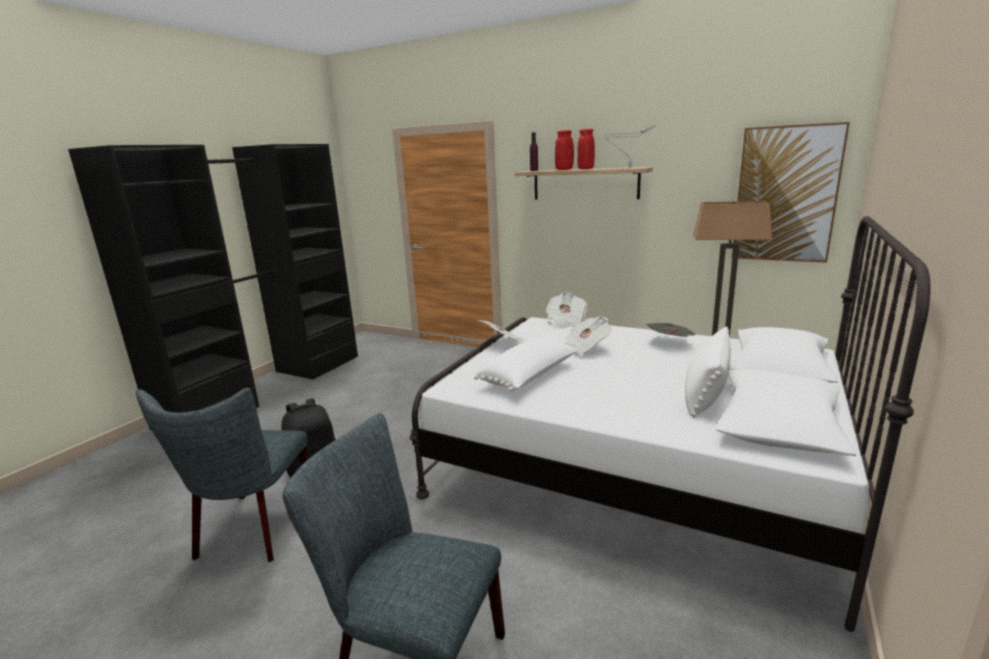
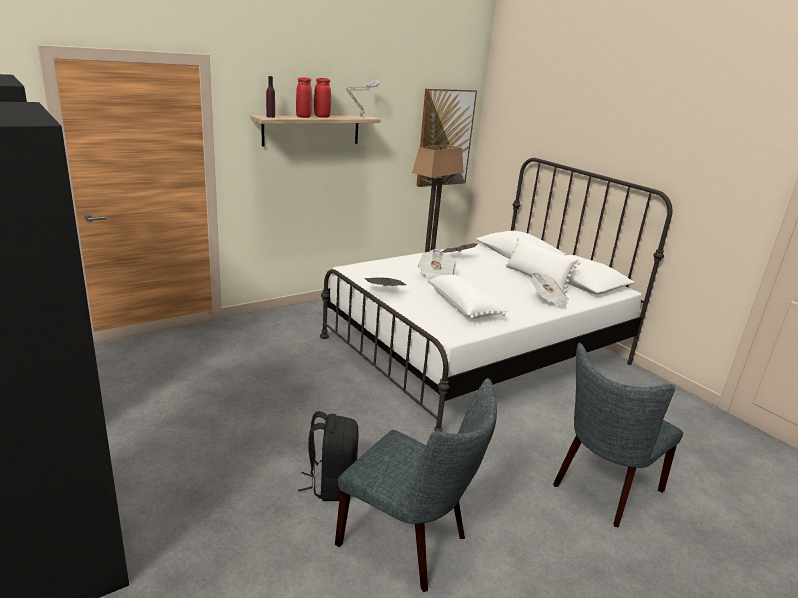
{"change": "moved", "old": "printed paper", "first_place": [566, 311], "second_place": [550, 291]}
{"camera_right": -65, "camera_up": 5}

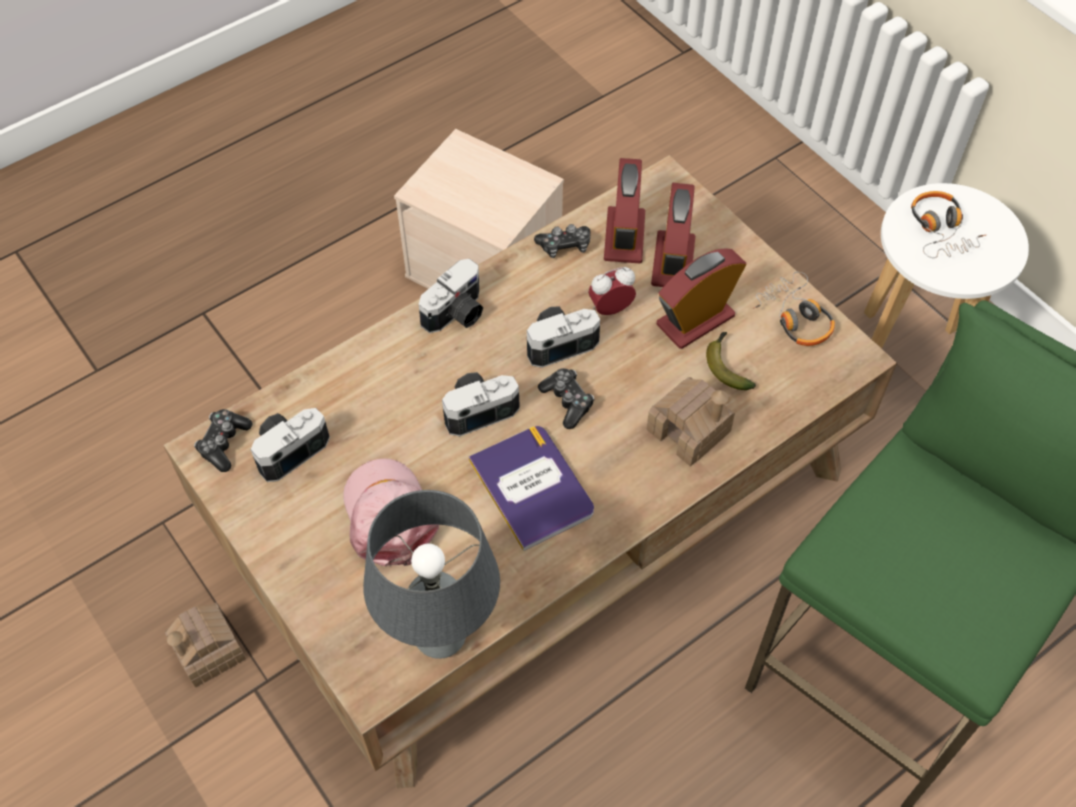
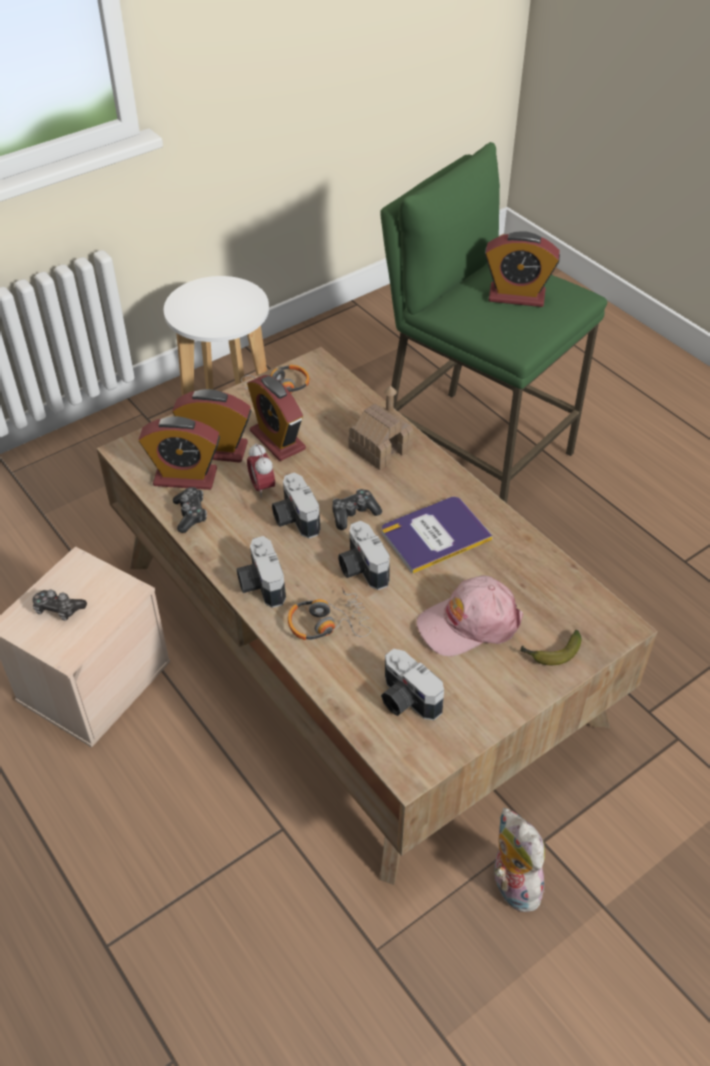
{"change": "moved", "old": "joypad", "first_place": [223, 440], "second_place": [60, 605]}
{"change": "turned", "old": "photo camera", "first_place": [451, 296], "second_place": [261, 572], "degrees": -150}
{"change": "moved", "old": "headset", "first_place": [948, 224], "second_place": [329, 613]}
{"change": "added", "new": "table clock", "second_place": [522, 269]}
{"change": "replaced", "old": "toy house", "new": "cuddly toy", "first_place": [205, 645], "second_place": [520, 860]}
{"change": "moved", "old": "whole banana", "first_place": [731, 361], "second_place": [550, 647]}
{"change": "removed", "old": "greyish table lamp", "first_place": [431, 574]}
{"camera_right": -90, "camera_up": -10}

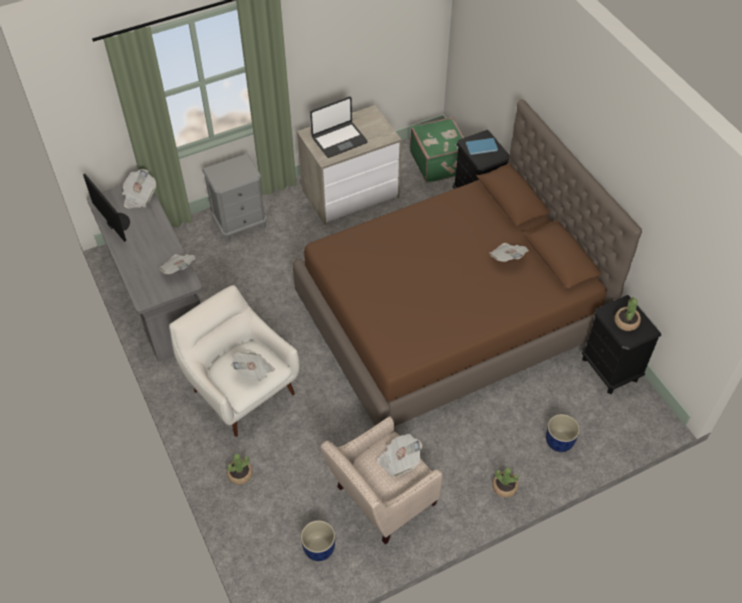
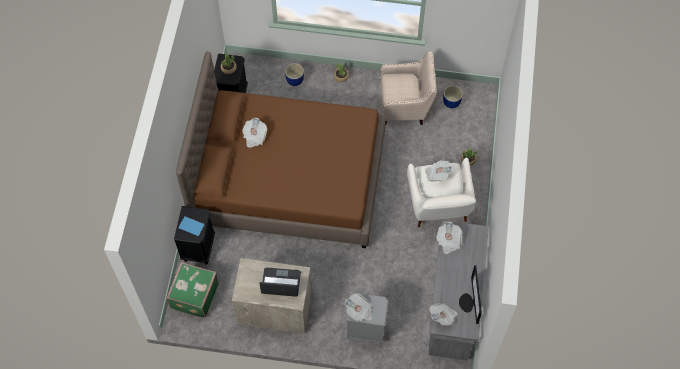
{"change": "moved", "old": "printed paper", "first_place": [400, 456], "second_place": [358, 307]}
{"camera_right": -145, "camera_up": 10}

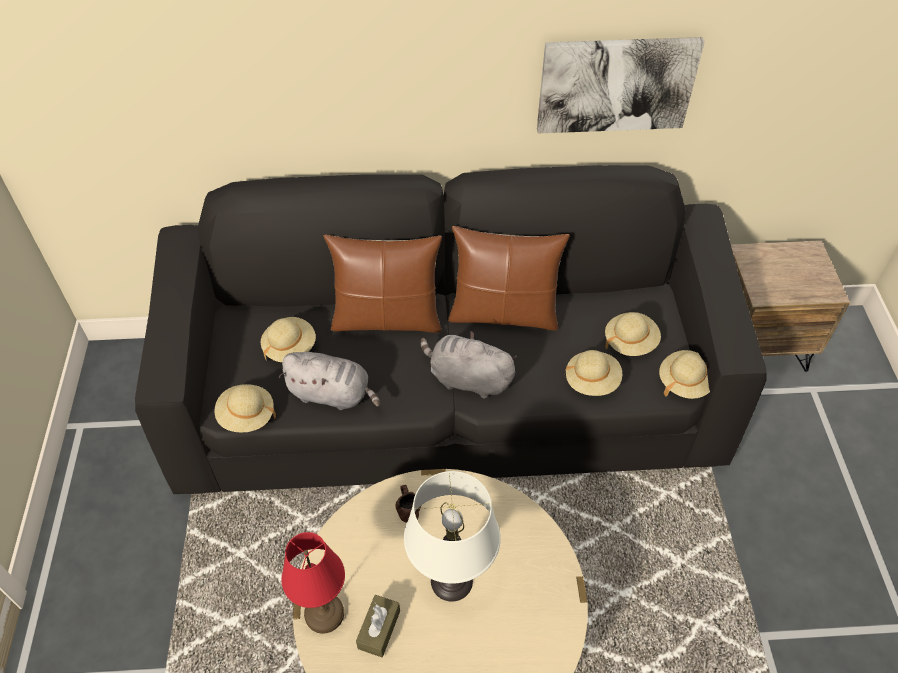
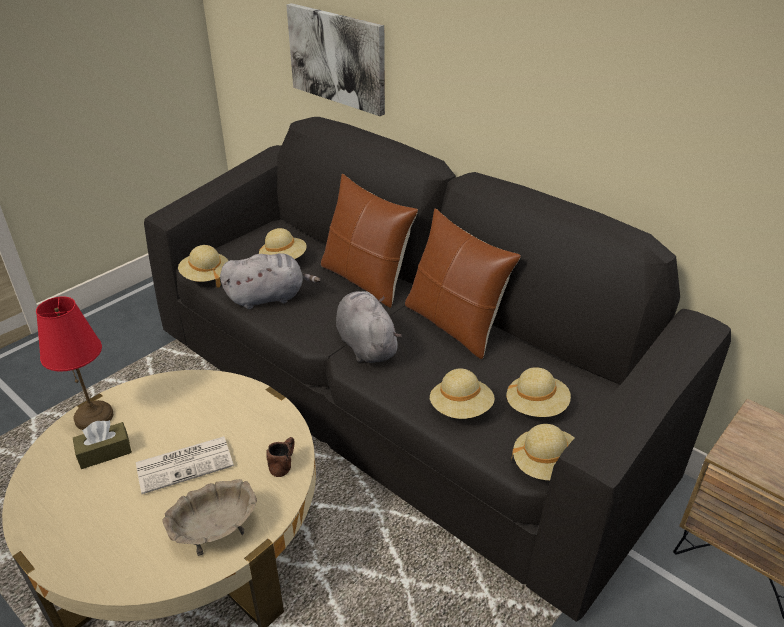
{"change": "replaced", "old": "white-coloured table lamp", "new": "printed paper", "first_place": [452, 536], "second_place": [185, 465]}
{"change": "added", "new": "beige bowl", "second_place": [209, 517]}
{"change": "turned", "old": "greyish cuddly toy", "first_place": [330, 381], "second_place": [270, 281], "degrees": -75}
{"change": "moved", "old": "brown-coloured coffee mug", "first_place": [408, 504], "second_place": [280, 457]}
{"change": "moved", "old": "wall art", "first_place": [621, 85], "second_place": [335, 59]}
{"camera_right": 45, "camera_up": -15}

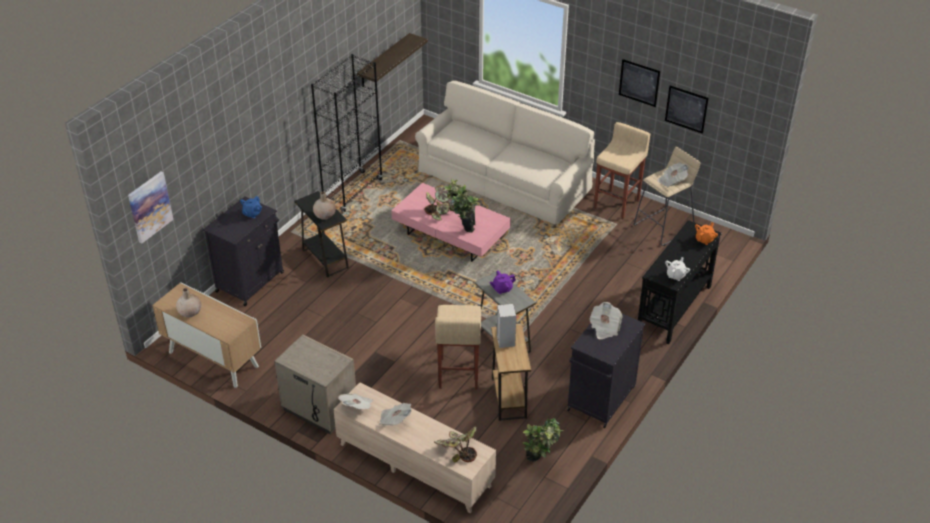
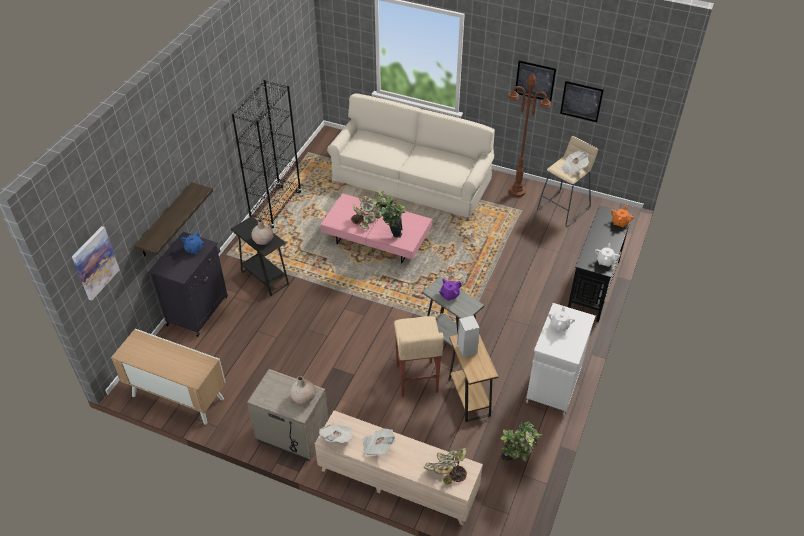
{"change": "moved", "old": "shelf", "first_place": [392, 60], "second_place": [173, 219]}
{"change": "moved", "old": "beige vase", "first_place": [188, 303], "second_place": [303, 390]}
{"change": "replaced", "old": "beige sitting stool", "new": "brown-coloured standard lamp", "first_place": [622, 170], "second_place": [529, 135]}
{"change": "recoloured", "old": "blackish cupboard", "new": "white-coloured cupboard", "first_place": [606, 371], "second_place": [561, 359]}
{"change": "replaced", "old": "printed paper", "new": "white-coloured teapot", "first_place": [606, 320], "second_place": [561, 319]}
{"camera_right": -10, "camera_up": 5}

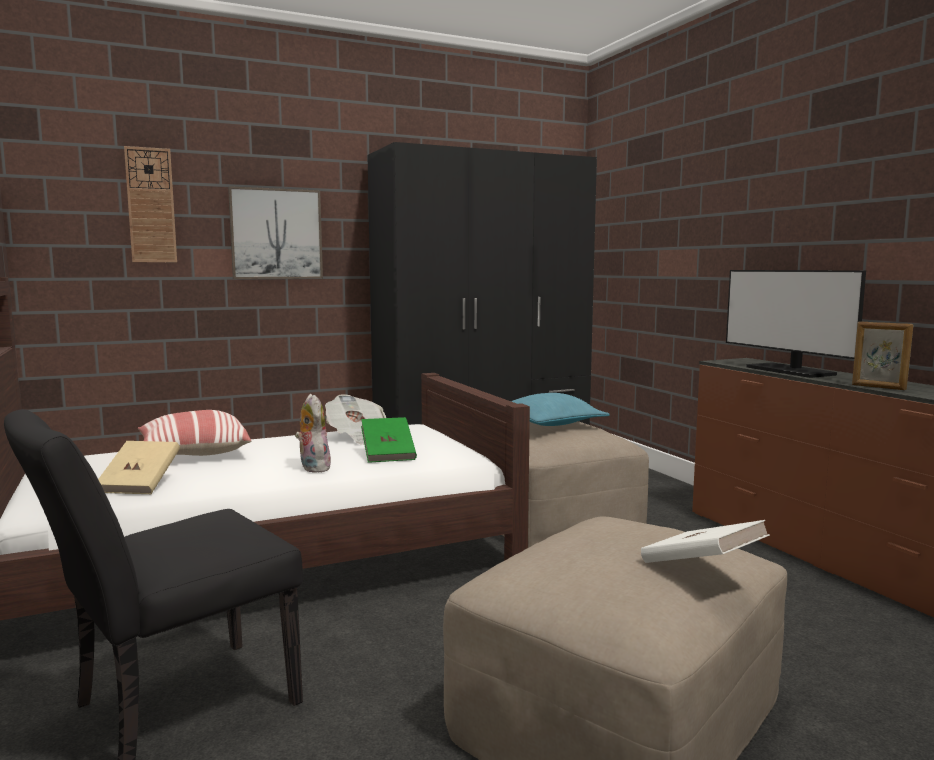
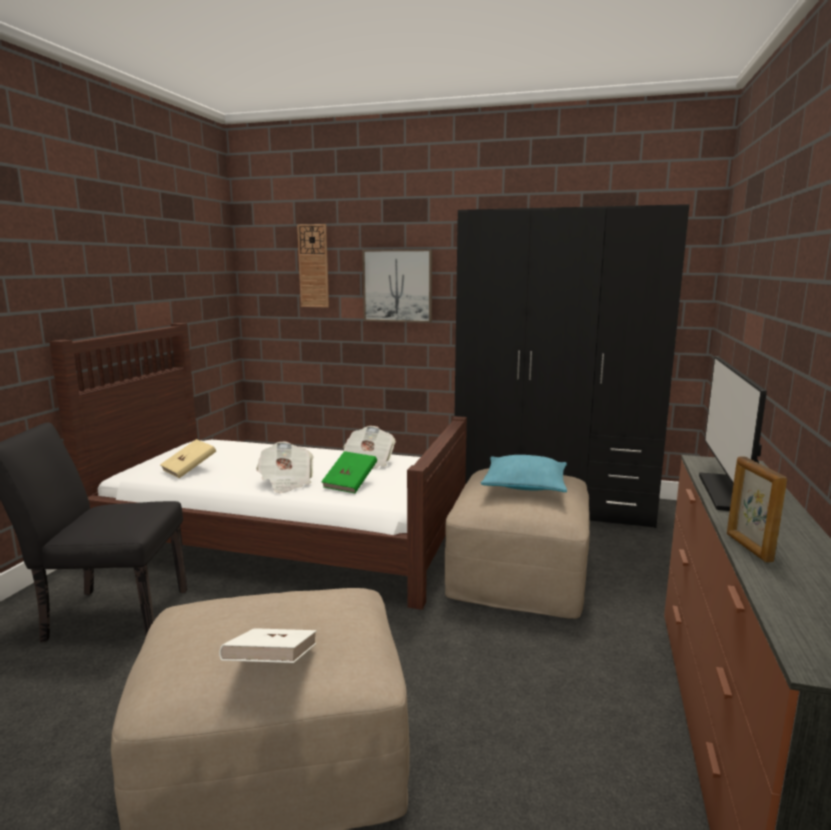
{"change": "replaced", "old": "cuddly toy", "new": "printed paper", "first_place": [313, 433], "second_place": [285, 467]}
{"change": "removed", "old": "cushion", "first_place": [194, 433]}
{"camera_right": 40, "camera_up": 5}

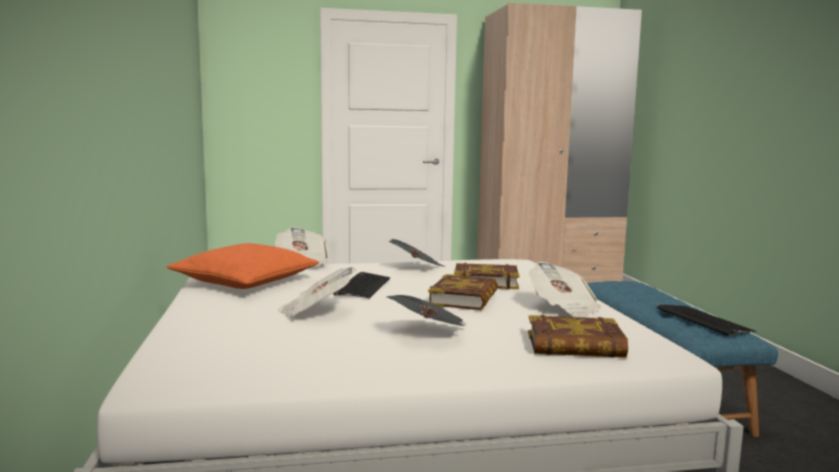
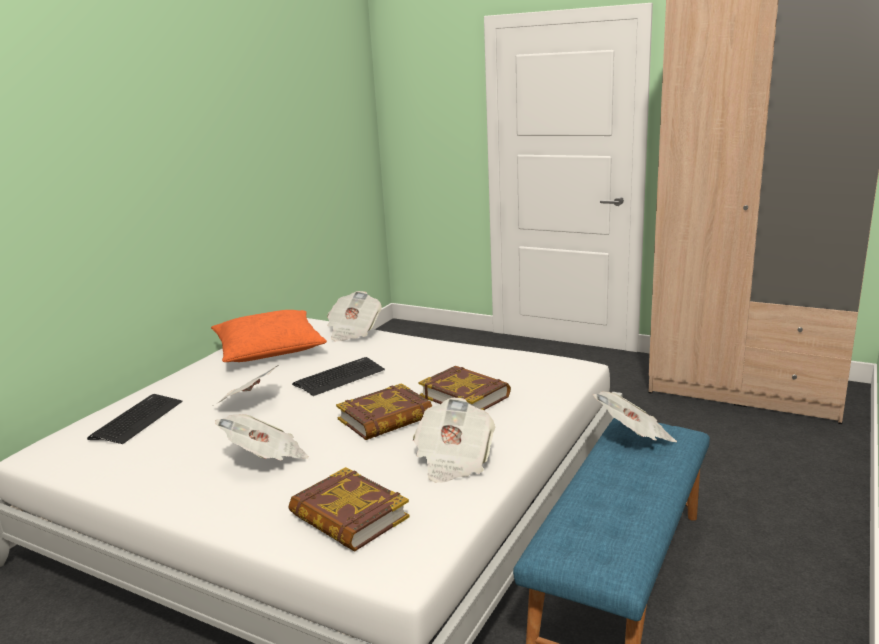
{"change": "moved", "old": "keyboard", "first_place": [706, 320], "second_place": [135, 419]}
{"change": "moved", "old": "printed paper", "first_place": [416, 252], "second_place": [635, 417]}
{"camera_right": 40, "camera_up": 10}

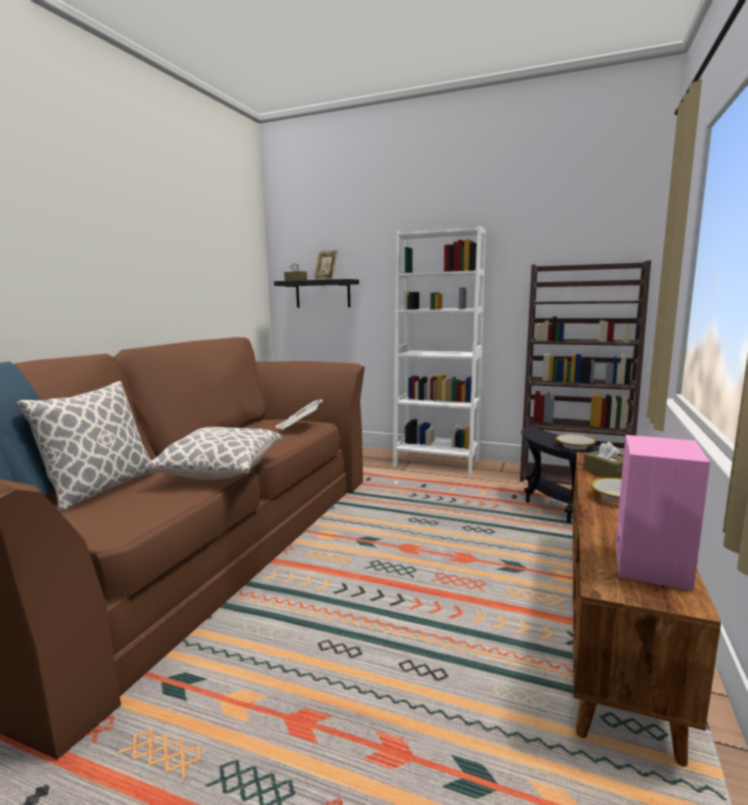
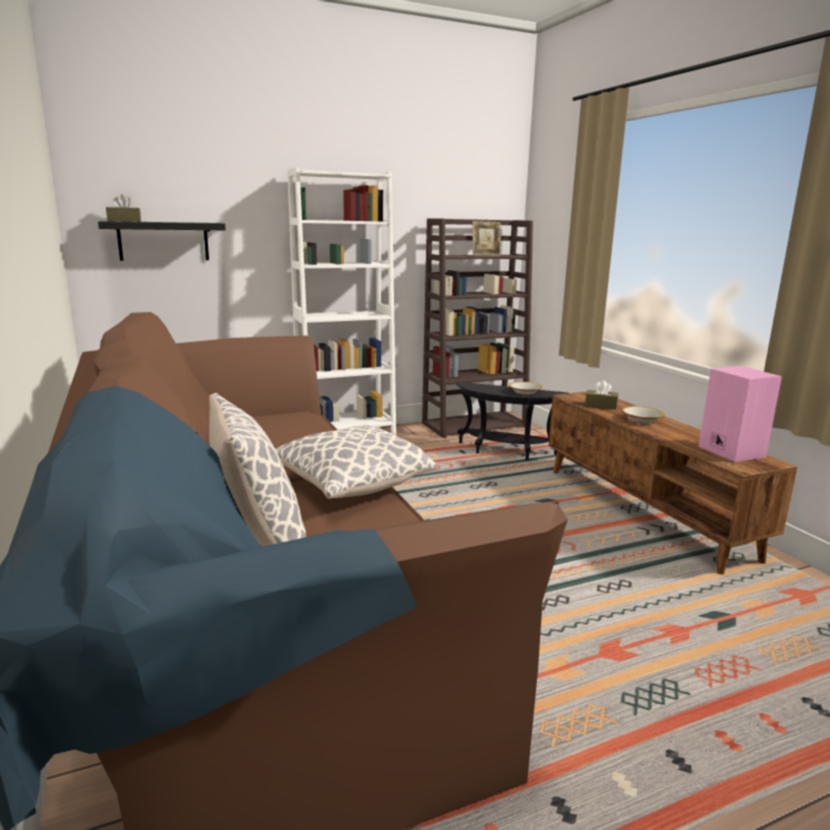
{"change": "moved", "old": "photo frame", "first_place": [326, 265], "second_place": [486, 238]}
{"change": "removed", "old": "printed paper", "first_place": [299, 414]}
{"camera_right": -45, "camera_up": 5}

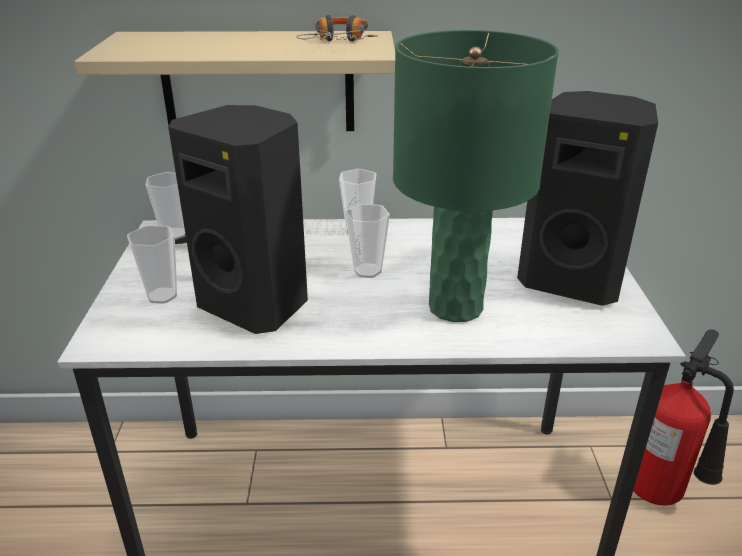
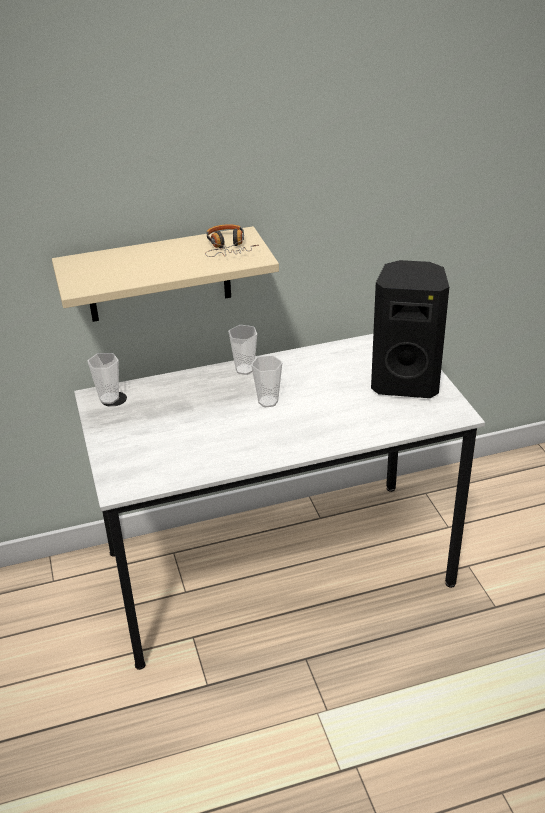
{"change": "removed", "old": "small cup", "first_place": [152, 264]}
{"change": "removed", "old": "blackish audio speaker", "first_place": [238, 219]}
{"change": "removed", "old": "greenish table lamp", "first_place": [476, 176]}
{"change": "removed", "old": "extinguisher", "first_place": [683, 417]}
{"camera_right": -15, "camera_up": 5}

